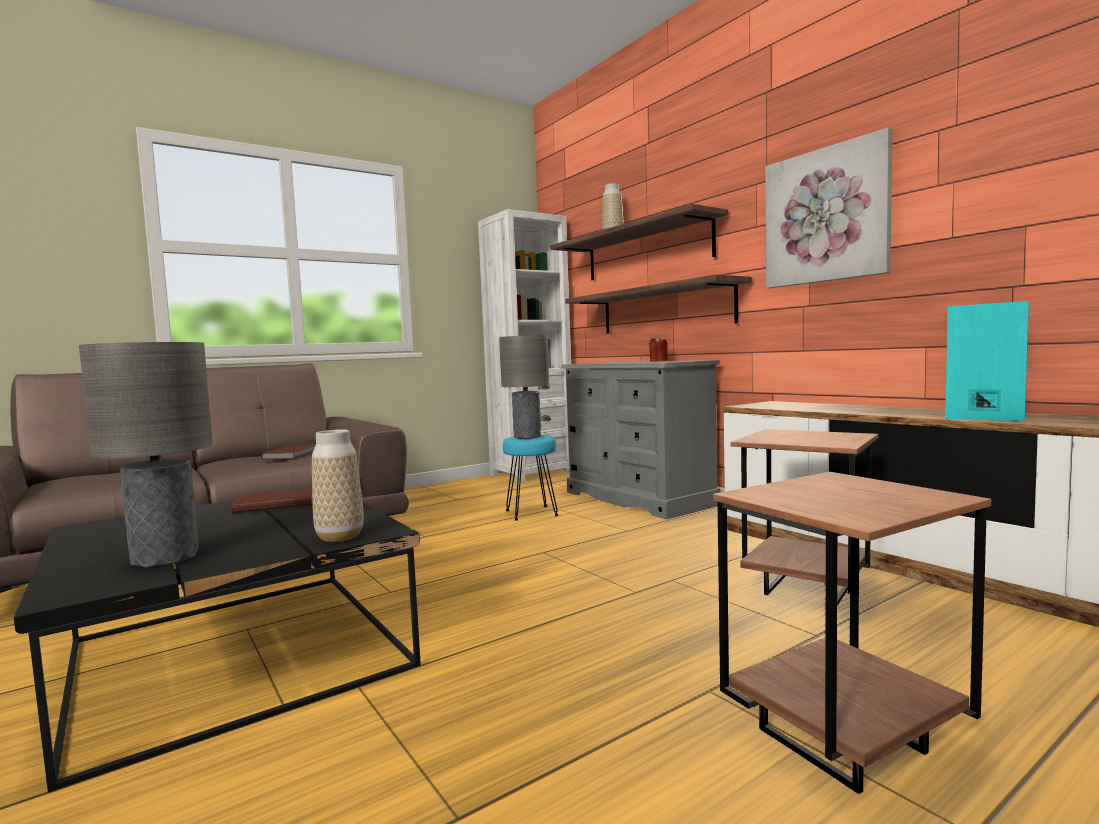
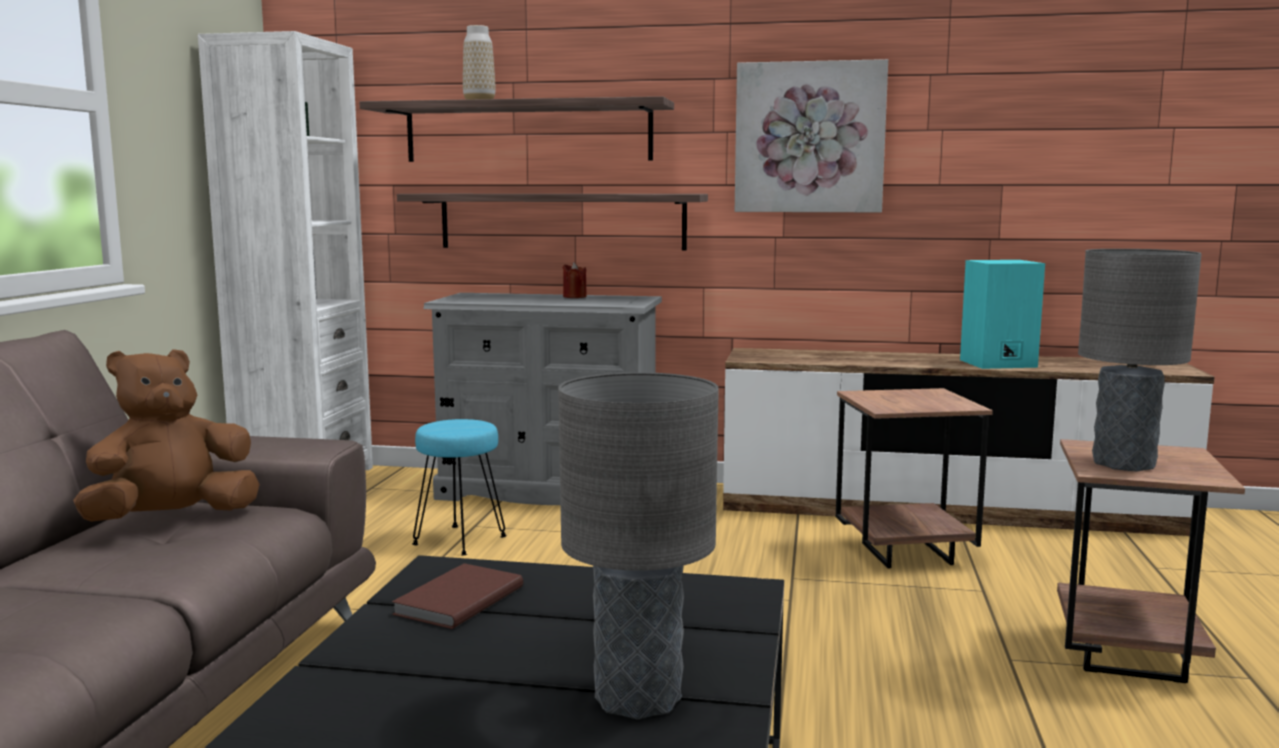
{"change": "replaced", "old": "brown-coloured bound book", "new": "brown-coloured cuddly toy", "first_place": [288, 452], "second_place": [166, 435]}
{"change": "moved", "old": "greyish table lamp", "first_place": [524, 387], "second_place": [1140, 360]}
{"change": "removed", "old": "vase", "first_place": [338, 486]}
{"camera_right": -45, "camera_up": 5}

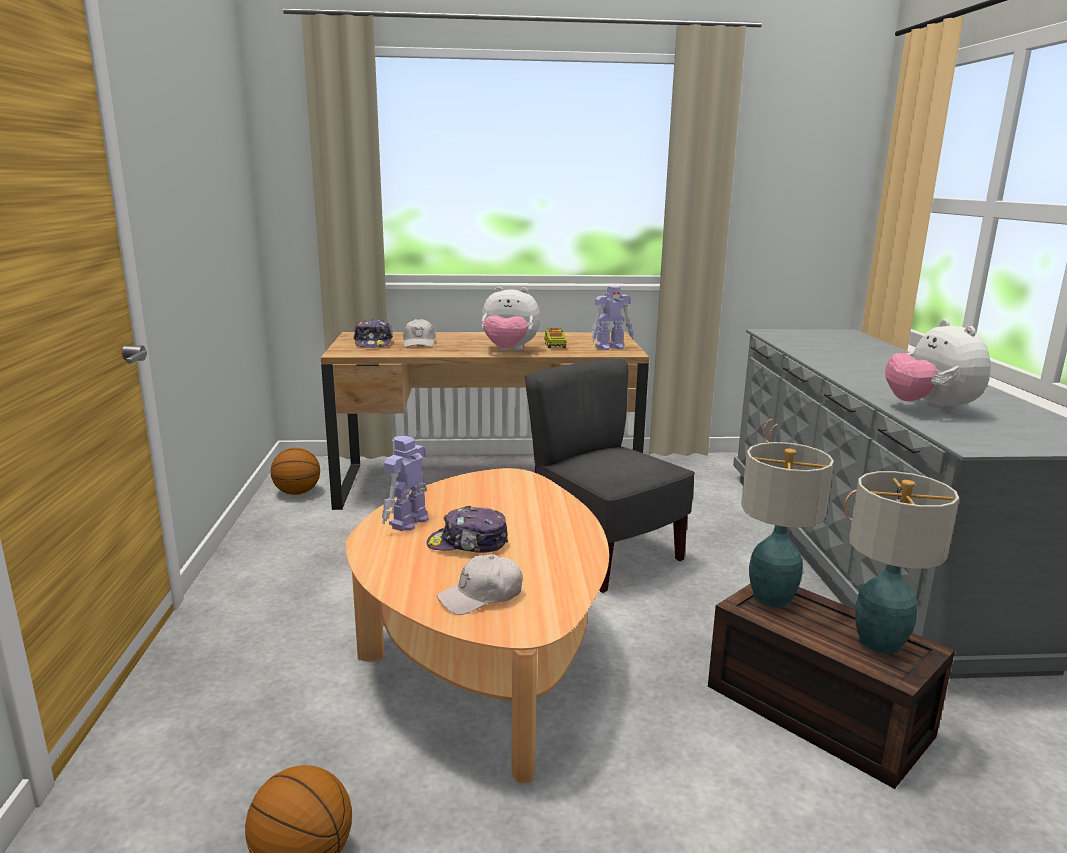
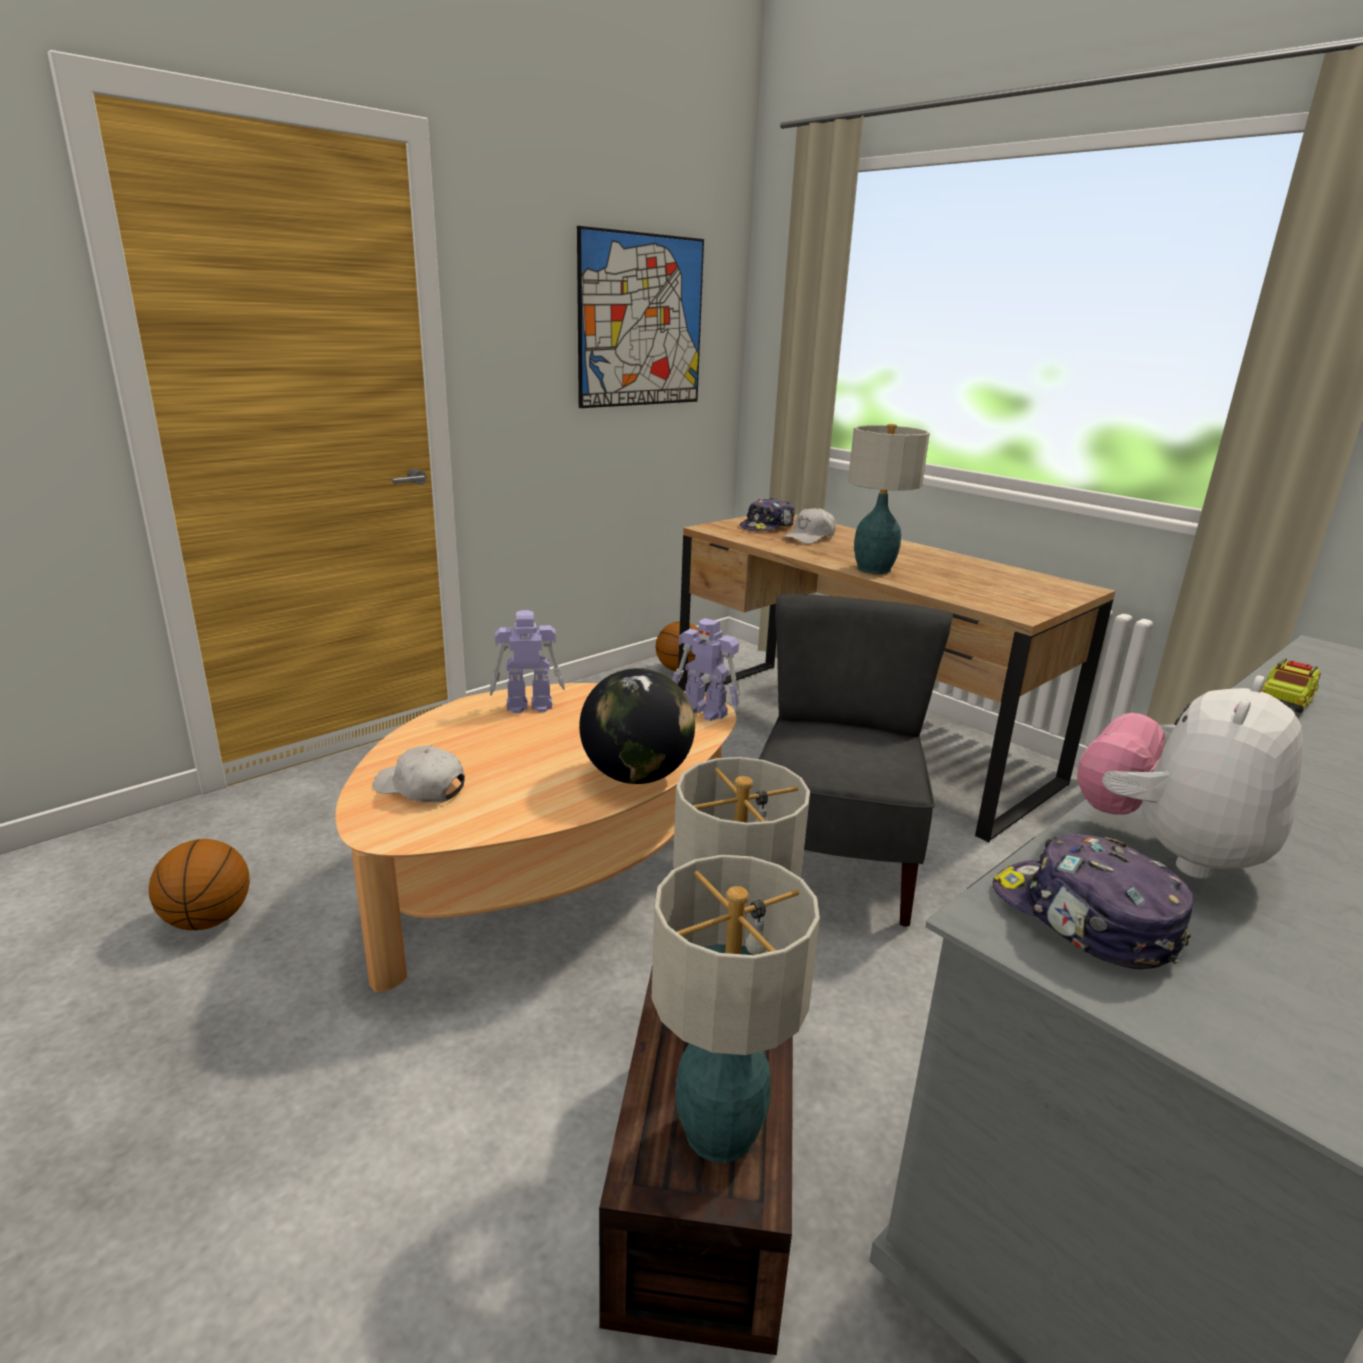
{"change": "added", "new": "wall art", "second_place": [640, 317]}
{"change": "added", "new": "desk globe", "second_place": [637, 726]}
{"change": "moved", "old": "robot figure", "first_place": [613, 318], "second_place": [706, 669]}
{"change": "replaced", "old": "cuddly toy", "new": "table lamp", "first_place": [511, 318], "second_place": [889, 499]}
{"change": "moved", "old": "cap", "first_place": [467, 529], "second_place": [1093, 901]}
{"change": "moved", "old": "toy lorry", "first_place": [555, 338], "second_place": [1291, 685]}
{"camera_right": 50, "camera_up": 5}

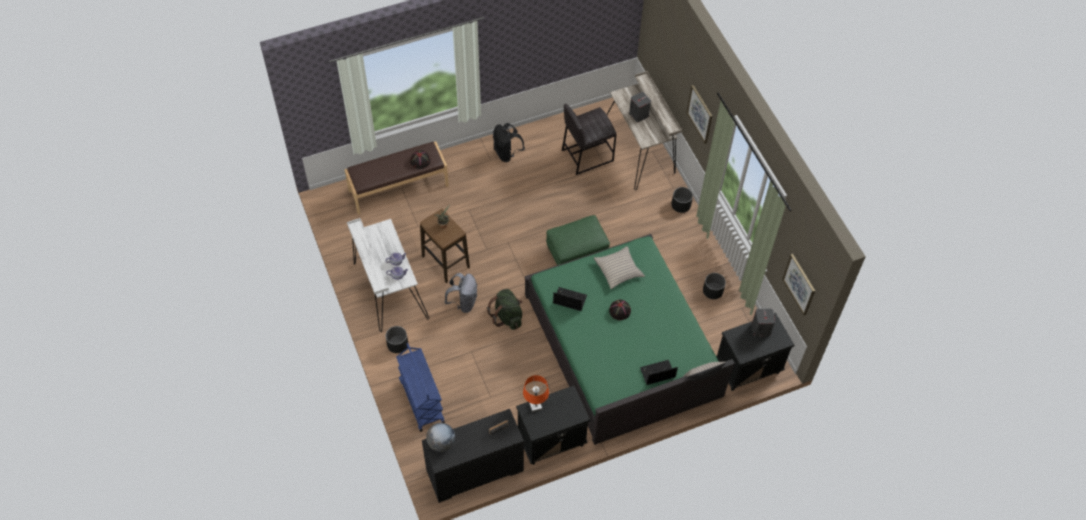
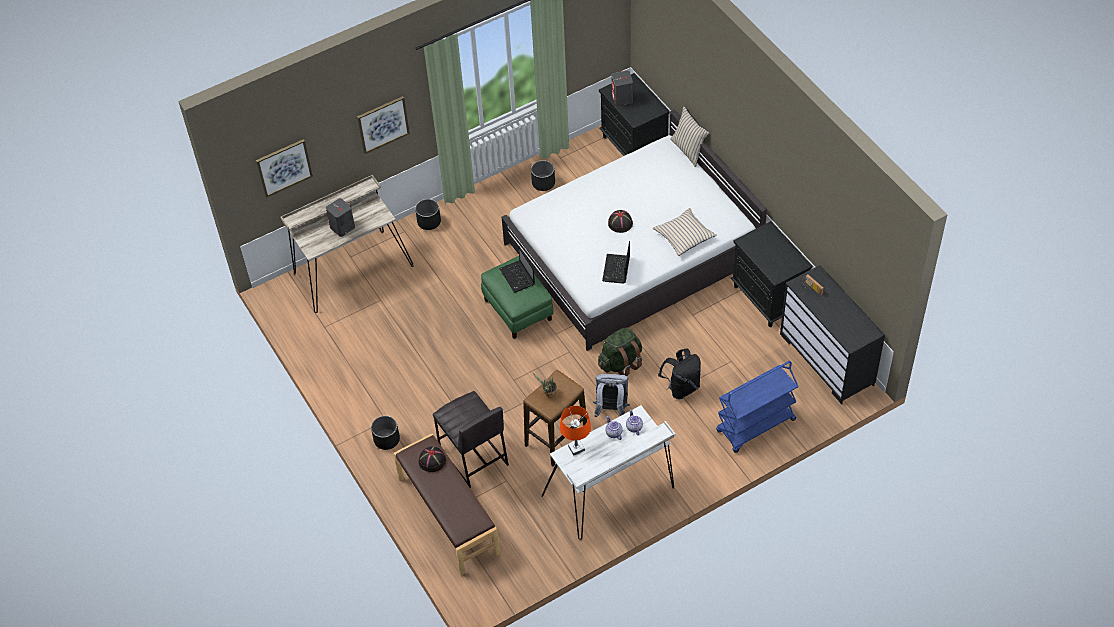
{"change": "moved", "old": "wall art", "first_place": [798, 284], "second_place": [284, 168]}
{"change": "moved", "old": "blackish plant pot", "first_place": [397, 339], "second_place": [385, 433]}
{"change": "moved", "old": "greyish sitting stool", "first_place": [589, 139], "second_place": [471, 439]}
{"change": "moved", "old": "laptop", "first_place": [659, 372], "second_place": [517, 269]}
{"change": "recoloured", "old": "greenish bedroom bed", "new": "white-coloured bedroom bed", "first_place": [630, 339], "second_place": [634, 230]}
{"change": "moved", "old": "orange table lamp", "first_place": [536, 393], "second_place": [575, 431]}
{"change": "moved", "old": "beige cushion", "first_place": [619, 267], "second_place": [685, 232]}
{"change": "moved", "old": "blackish knapsack", "first_place": [509, 142], "second_place": [679, 374]}
{"change": "removed", "old": "desk globe", "first_place": [440, 437]}
{"camera_right": -95, "camera_up": -5}

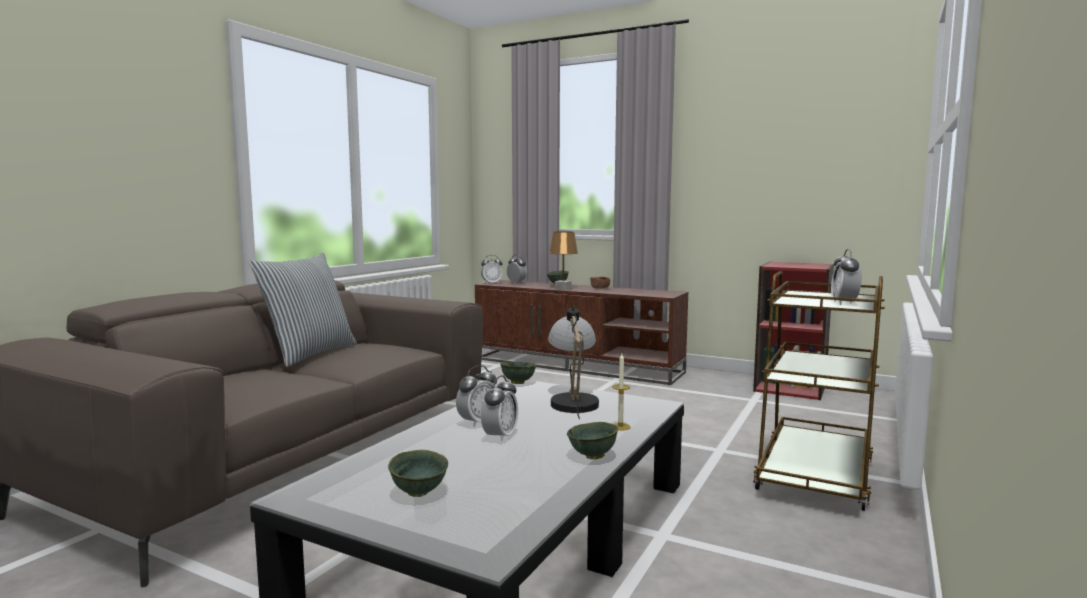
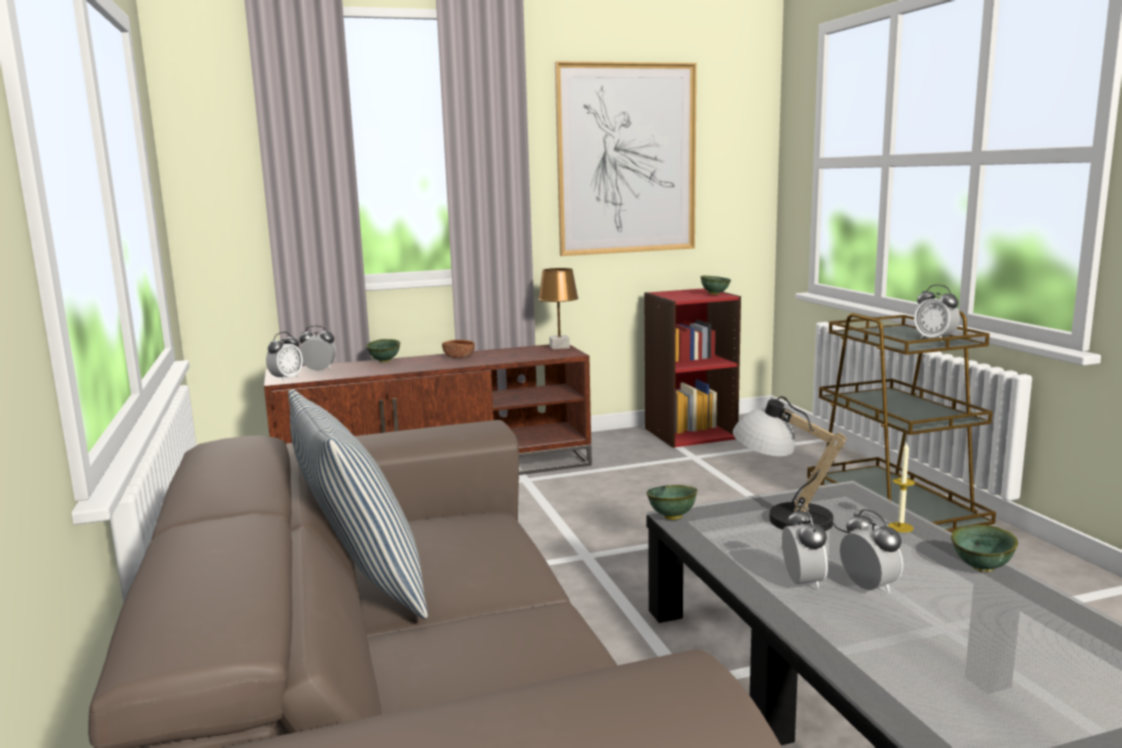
{"change": "moved", "old": "brown-coloured table lamp", "first_place": [563, 260], "second_place": [558, 308]}
{"change": "added", "new": "wall art", "second_place": [626, 158]}
{"change": "moved", "old": "greenish bowl", "first_place": [418, 473], "second_place": [716, 285]}
{"camera_right": -45, "camera_up": 5}

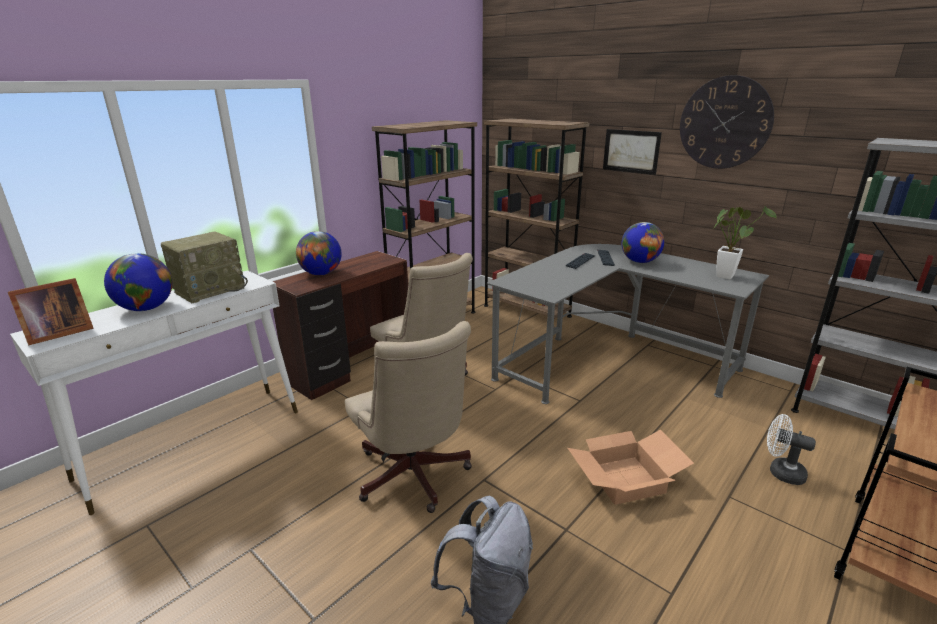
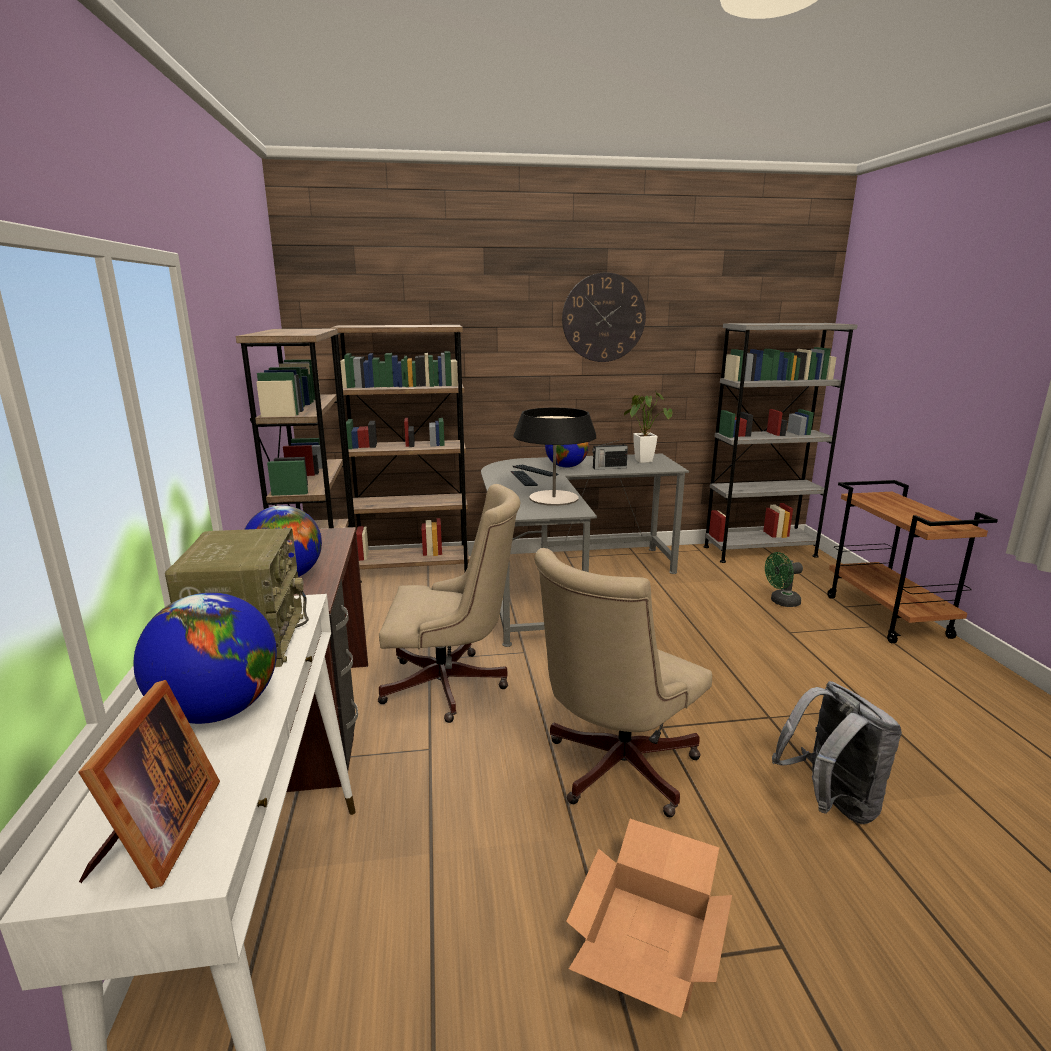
{"change": "added", "new": "table lamp", "second_place": [554, 457]}
{"change": "turned", "old": "beige desk chair", "first_place": [408, 417], "second_place": [623, 682], "degrees": 120}
{"change": "moved", "old": "cardboard box", "first_place": [631, 467], "second_place": [649, 918]}
{"change": "added", "new": "radio", "second_place": [610, 454]}
{"change": "recoloured", "old": "white-coloured electric fan", "new": "greenish electric fan", "first_place": [791, 449], "second_place": [784, 579]}
{"change": "removed", "old": "wall art", "first_place": [632, 152]}
{"camera_right": -50, "camera_up": -5}

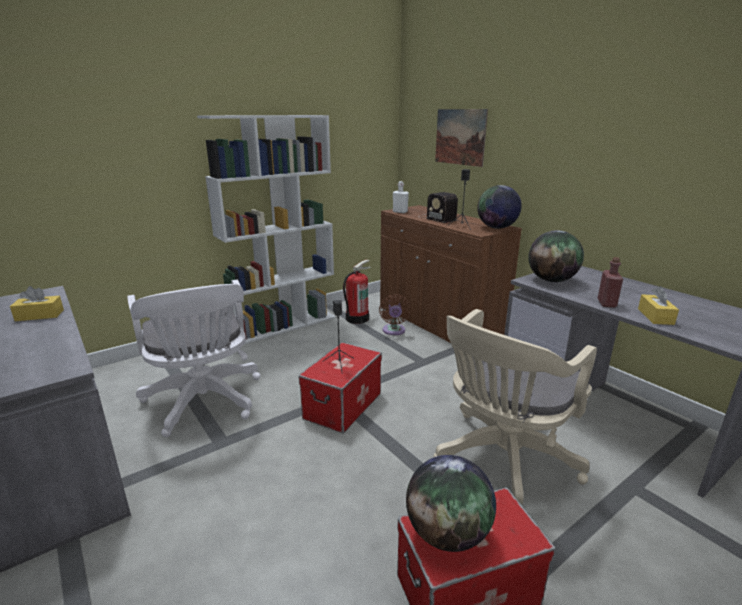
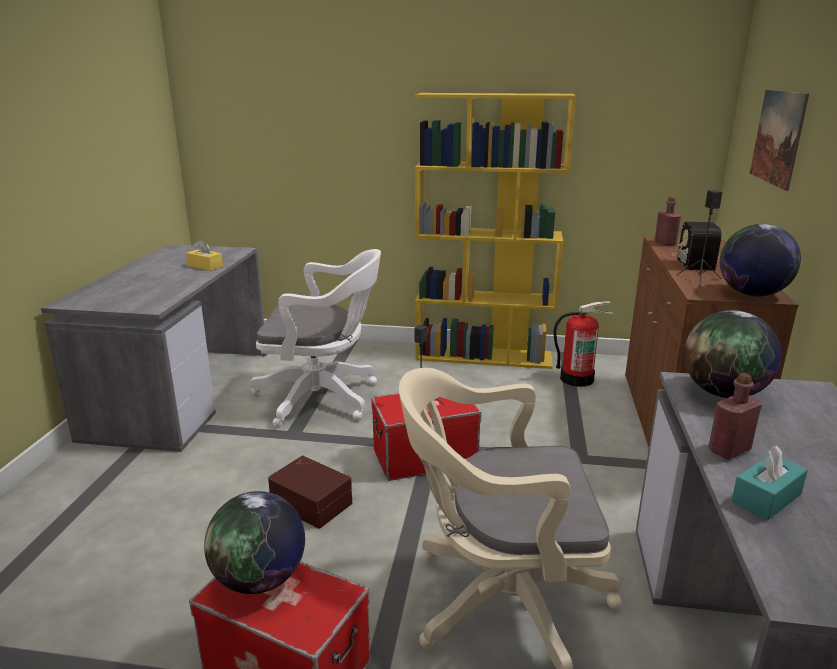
{"change": "turned", "old": "white-coloured desk chair", "first_place": [193, 358], "second_place": [315, 338], "degrees": -105}
{"change": "added", "new": "brown-coloured storage container", "second_place": [310, 492]}
{"change": "recoloured", "old": "white-coloured bookshelf", "new": "yellowish bookshelf", "first_place": [266, 229], "second_place": [495, 231]}
{"change": "recoloured", "old": "white-coloured beverage bottle", "new": "red-coloured beverage bottle", "first_place": [401, 197], "second_place": [668, 221]}
{"change": "recoloured", "old": "yellowish tissue box", "new": "turquoise-coloured tissue box", "first_place": [658, 305], "second_place": [769, 483]}
{"change": "removed", "old": "brown-coloured electric fan", "first_place": [395, 314]}
{"camera_right": 45, "camera_up": 0}

